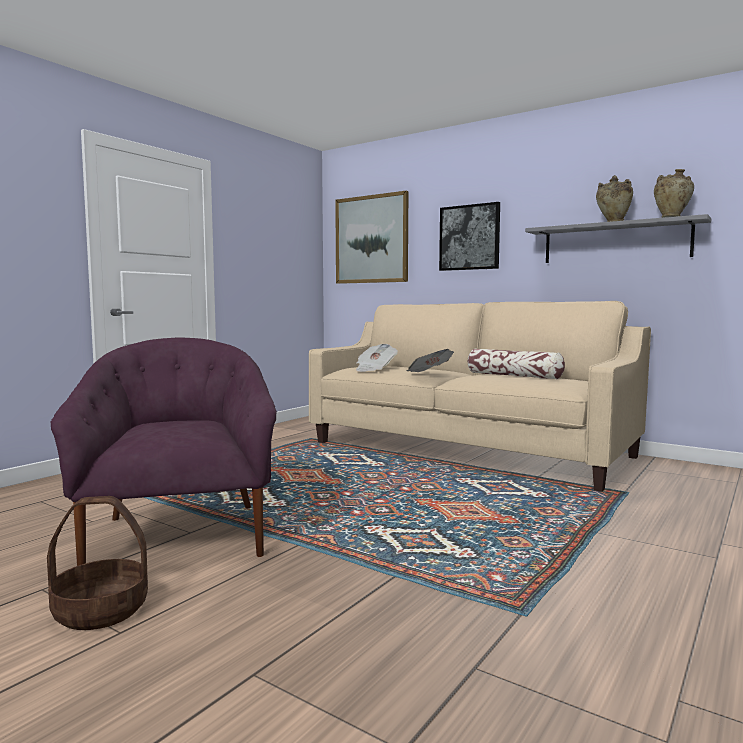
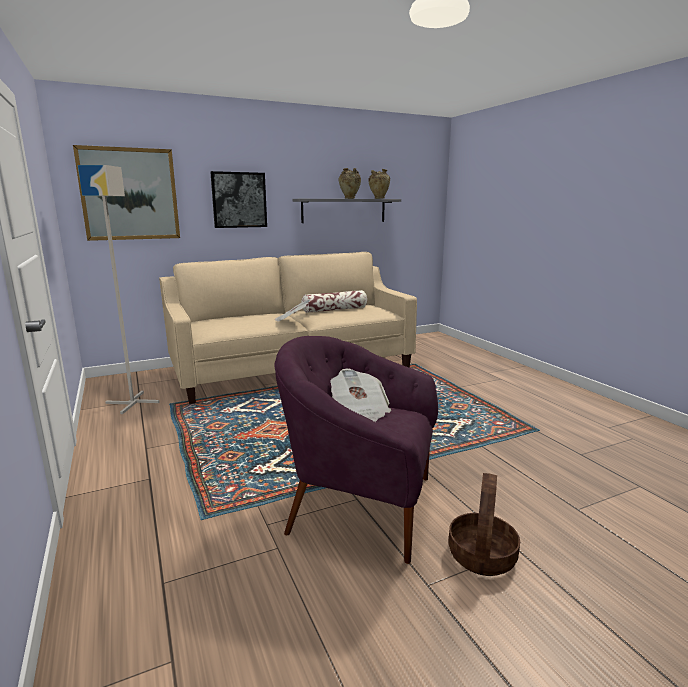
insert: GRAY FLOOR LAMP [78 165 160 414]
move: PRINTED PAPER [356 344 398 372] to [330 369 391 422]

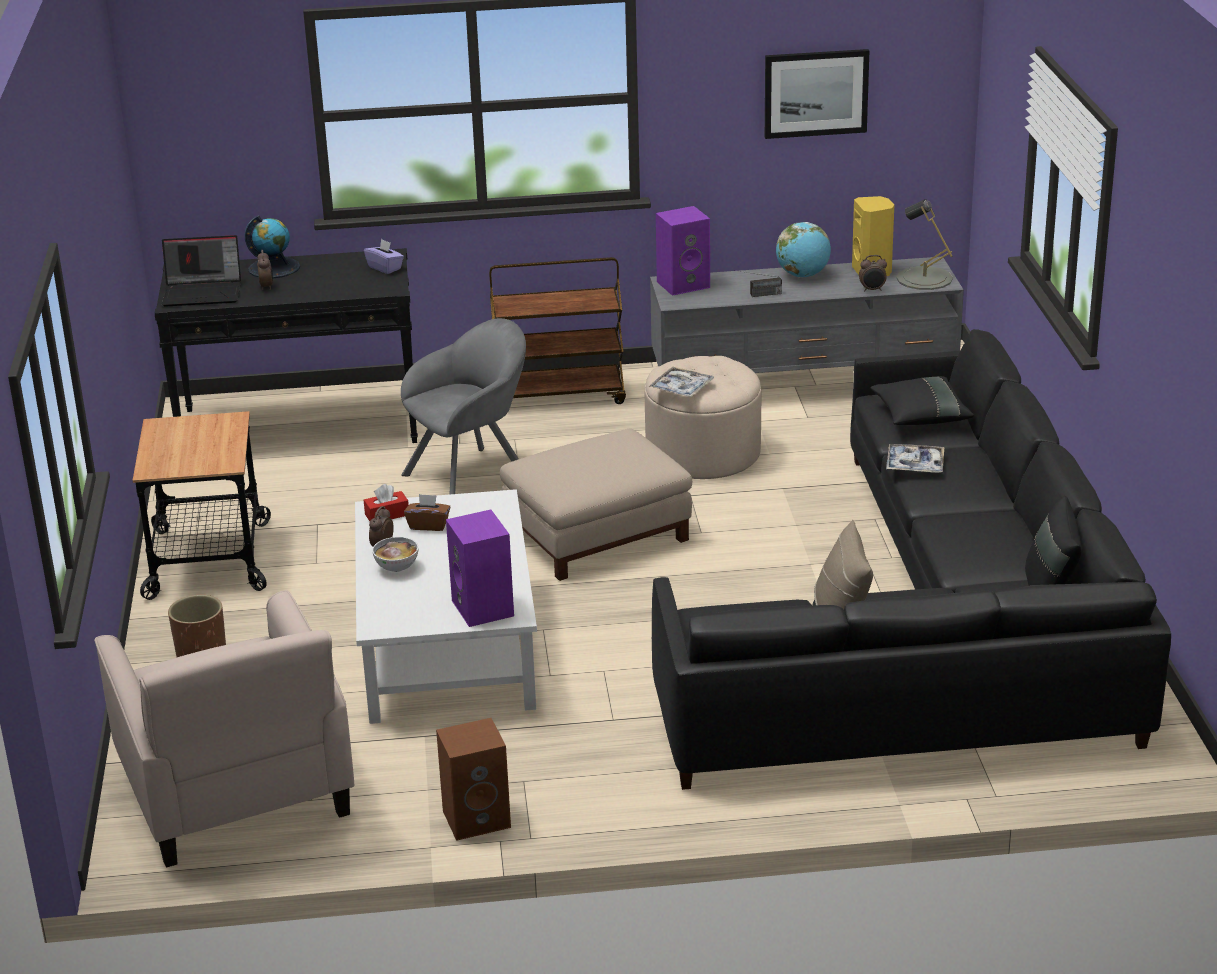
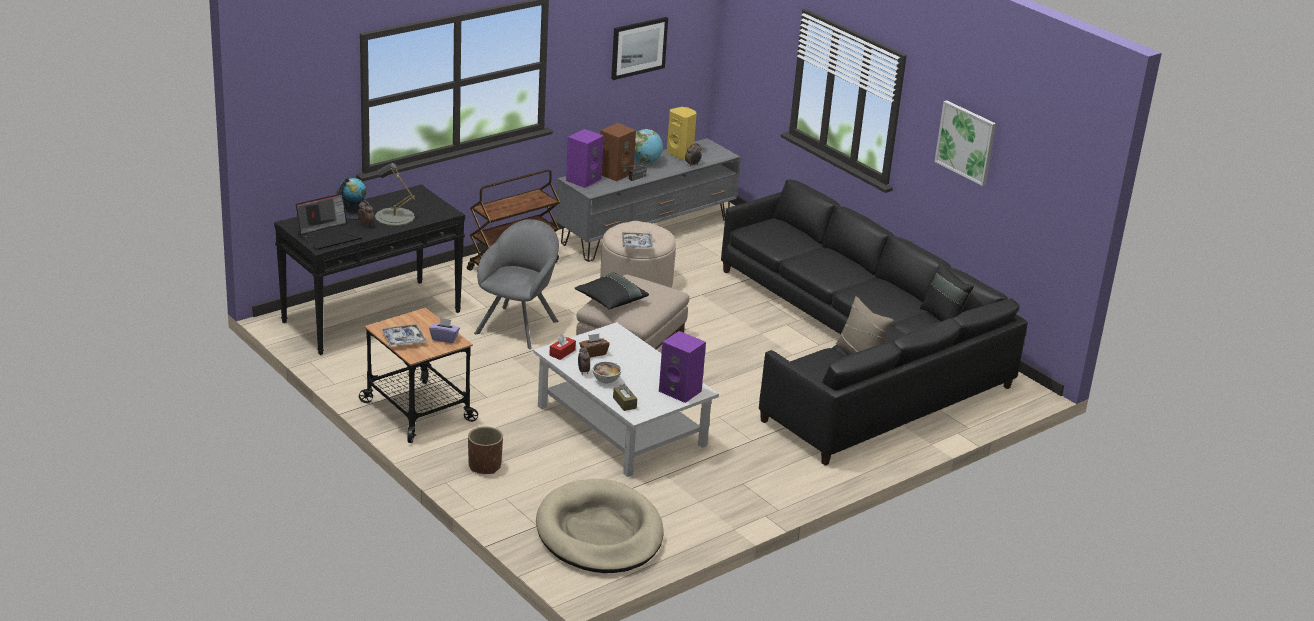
insert: BROWN-COLOURED TISSUE HOLDER [613 383 637 411]; WALL ART [934 100 996 186]
move: PURPLE TISSUE HOLDER [364 239 404 274] to [429 318 460 343]; BROWN-COLOURED AUDIO SPEAKER [436 718 511 841] to [600 123 636 181]; BLACK-COLOURED THROW PILLOW [870 376 974 425] to [575 273 649 310]; SERVING TRAY [886 444 944 473] to [381 324 427 347]; GRAY TABLETOP LAMP [896 199 953 290] to [375 163 415 226]
replace: BEIGE LOUNGE CHAIR [94 590 354 867] to BEIGE DOG CUSHION [536 479 664 573]

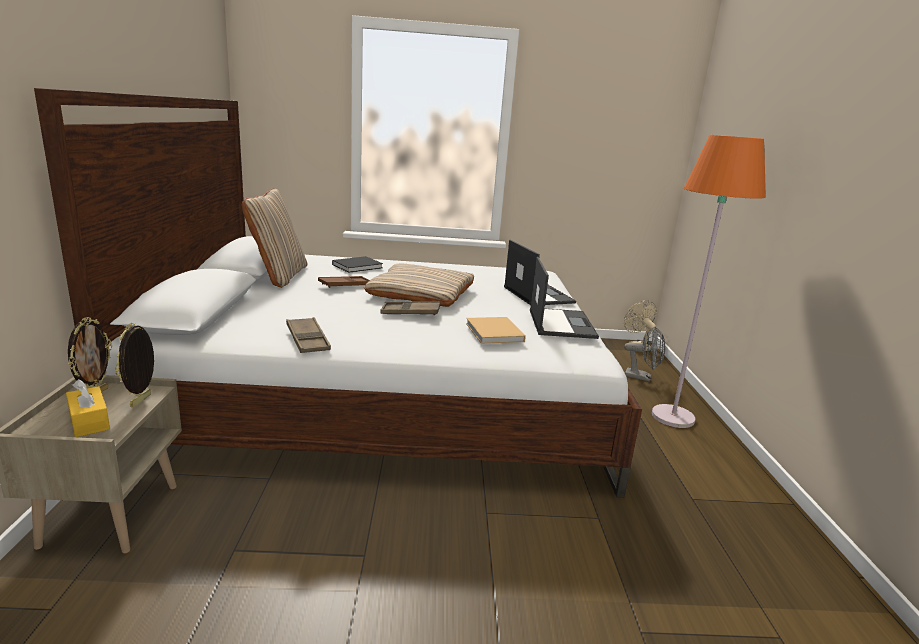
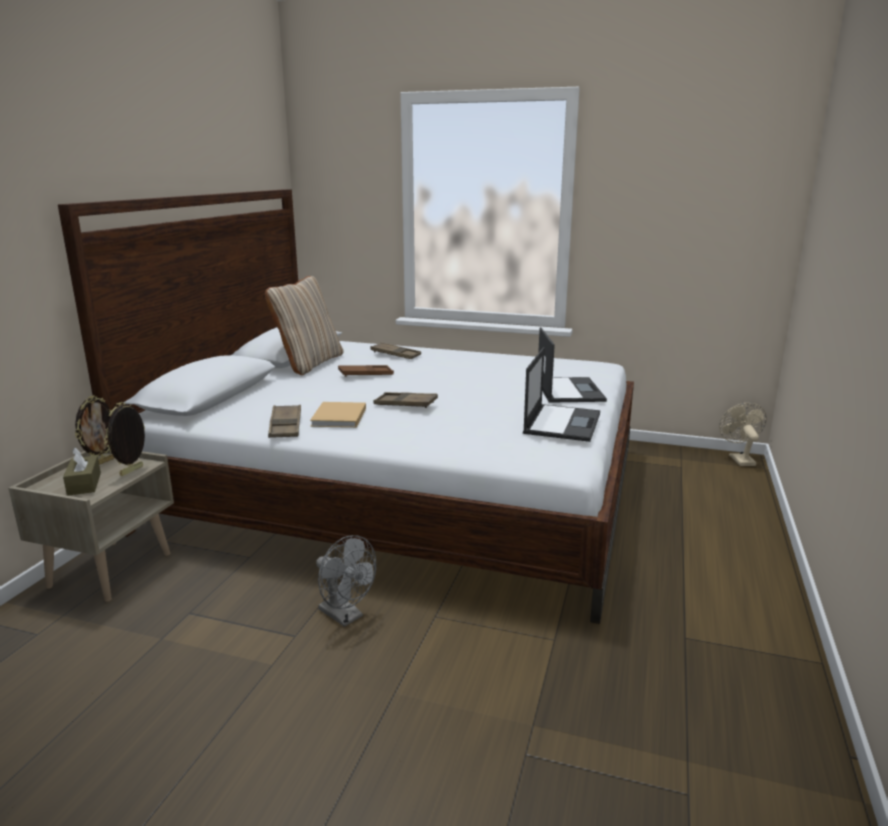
delete: BEIGE THROW PILLOW [364 264 474 307]; ORANGE FLOOR LAMP [652 135 766 428]
move: BEIGE VOLUME [466 317 526 344] to [310 402 366 428]; GRAY FAN [624 327 665 382] to [316 535 376 627]
replace: BLACK-COLOURED VOLUME [332 256 383 273] to BROWN-COLOURED SERVING TRAY [371 342 421 359]
recolor: YELLOW-COLOURED TISSUE HOLDER [66 379 110 437] to BROWN-COLOURED TISSUE HOLDER [63 448 101 496]

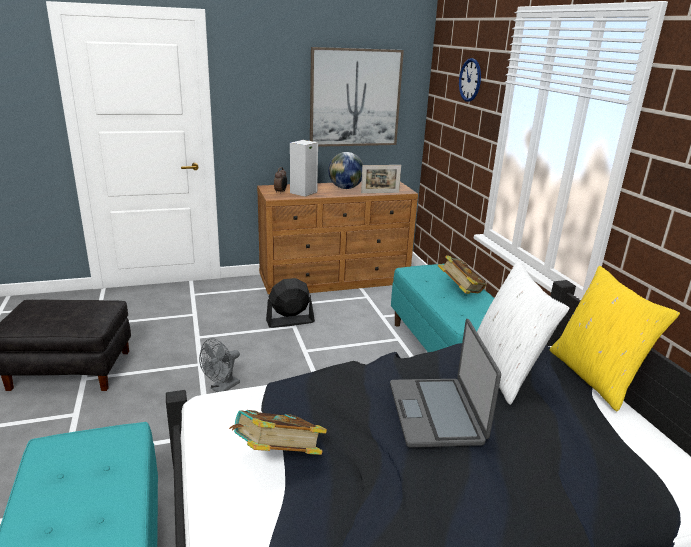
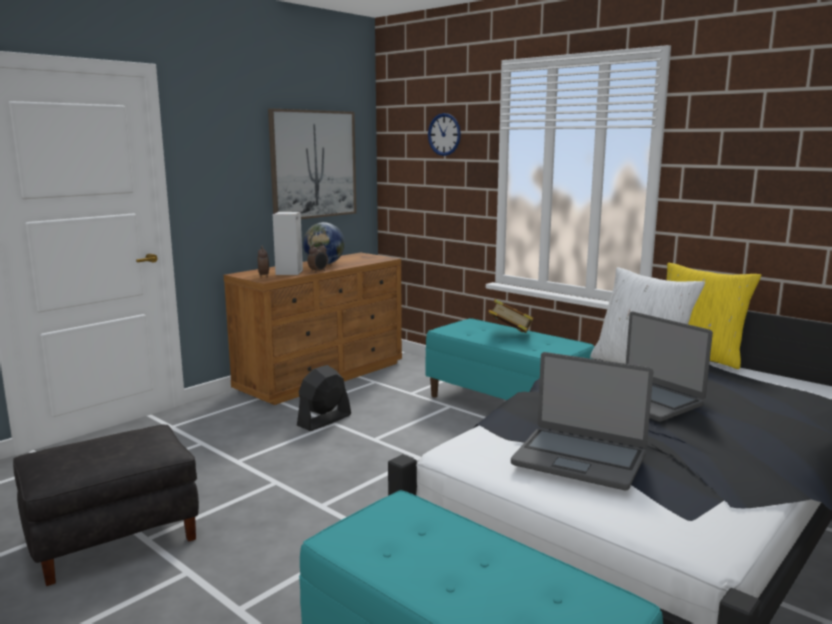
delete: GRAY FAN [199 338 240 392]; PICTURE FRAME [361 165 401 193]
insert: TABLE CLOCK [307 242 328 273]
replace: VOLUME [229 410 327 455] to LAPTOP [511 352 653 491]

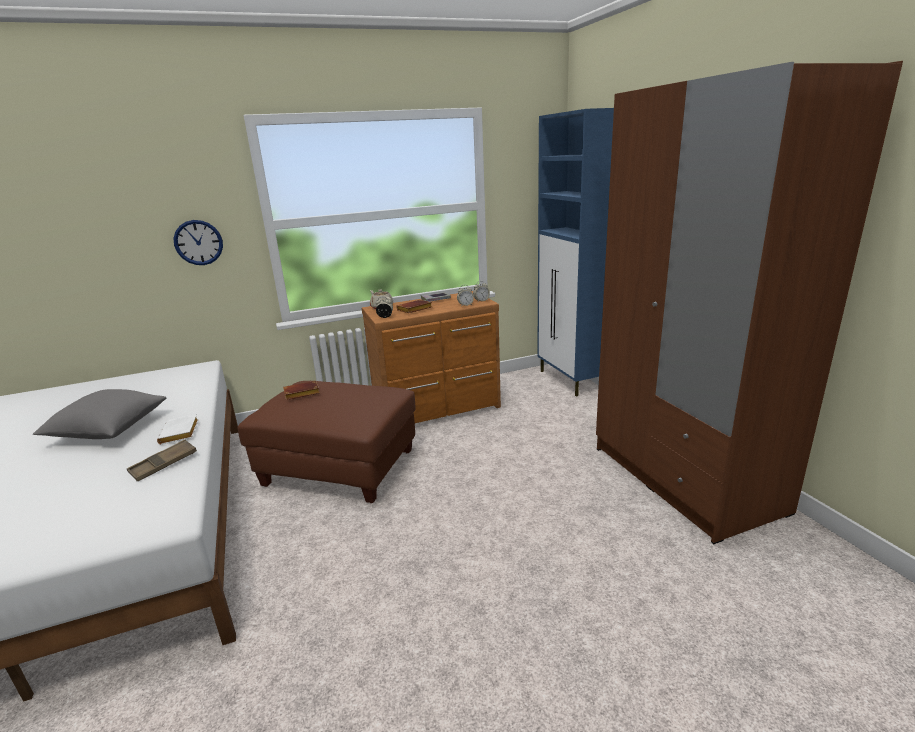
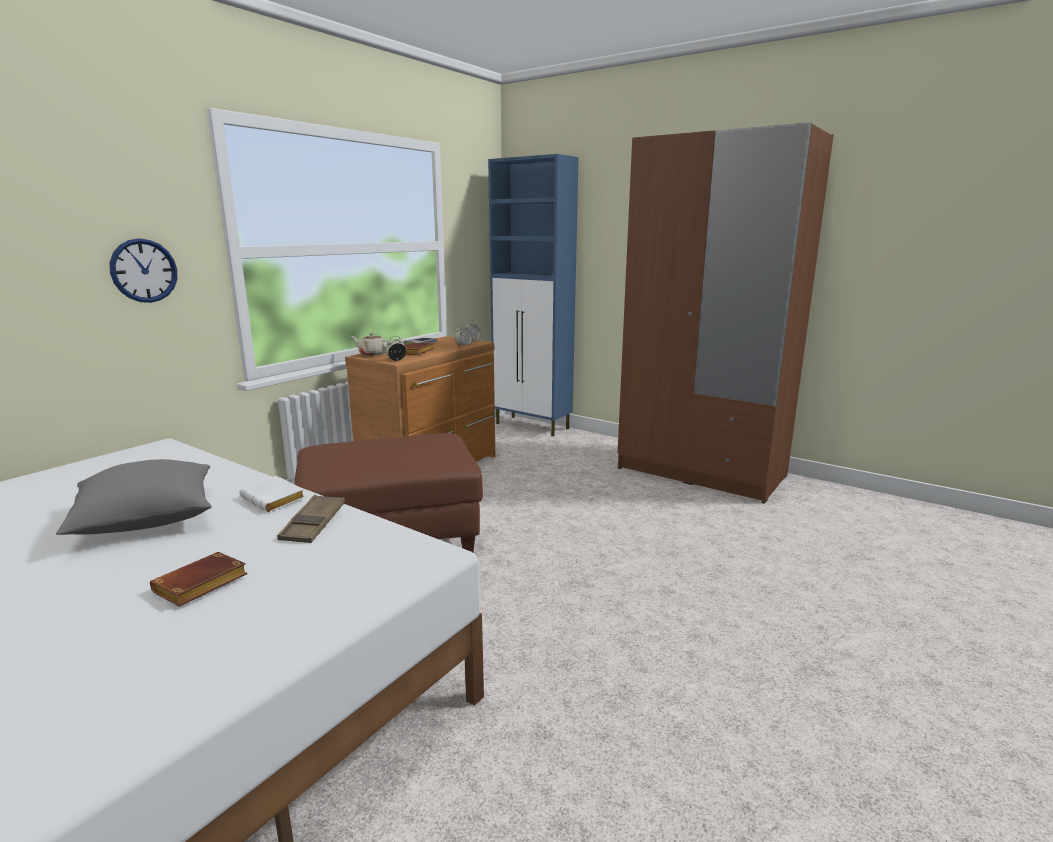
move: BROWN-COLOURED VOLUME [283 381 320 400] to [150 552 248 607]

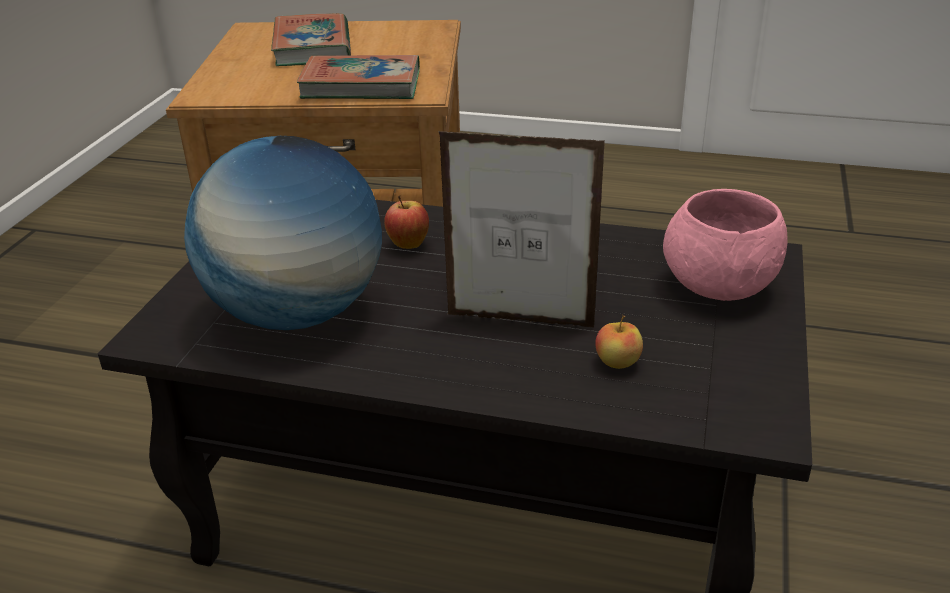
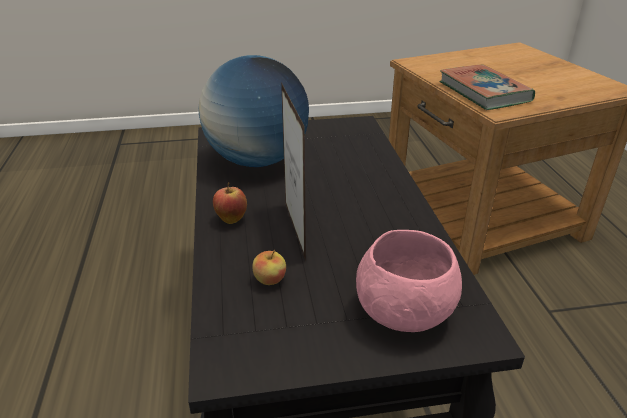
delete: VOLUME [271 13 351 66]
move: APPLE [384 195 429 249] to [213 182 247 224]

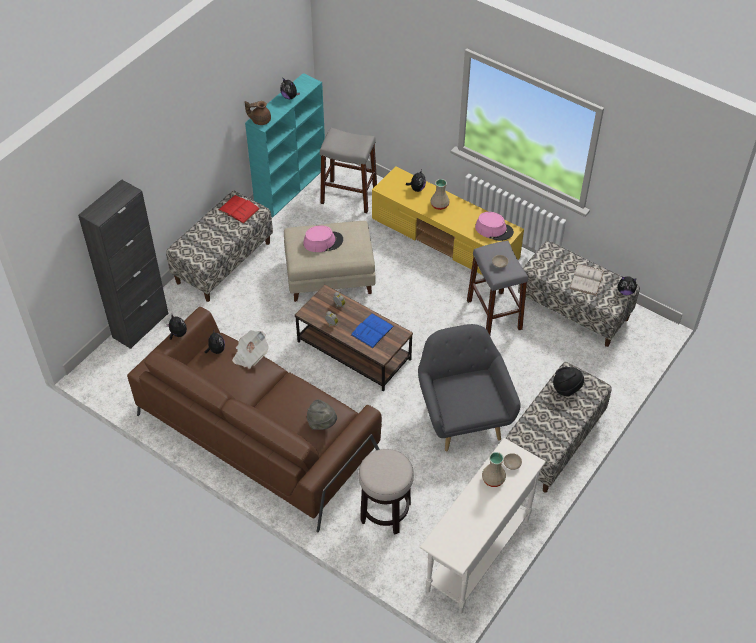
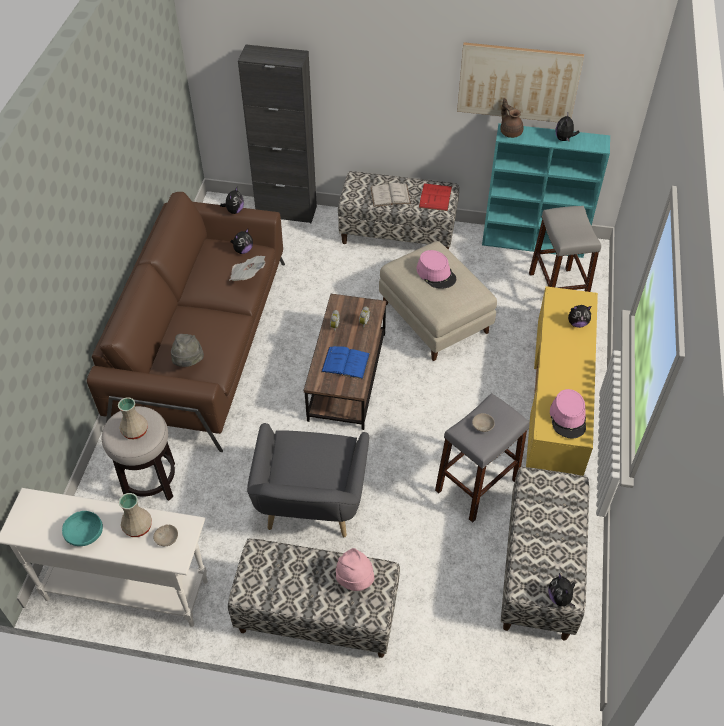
insert: TURQUOISE-COLOURED DEEP DISH [62 511 103 546]; WALL ART [457 42 584 122]
move: BEIGE VASE [430 179 450 210] to [118 397 148 439]; WHITE VOLUME [570 264 604 296] to [371 183 411 207]
recolor: BLACK-COLOURED HAT [553 367 584 397] to PINKISH HAT [336 548 375 591]
rotate: GRAY LOUNGE CHAIR [418 324 521 451] = [247 423 369 537] 135 degrees clockwise

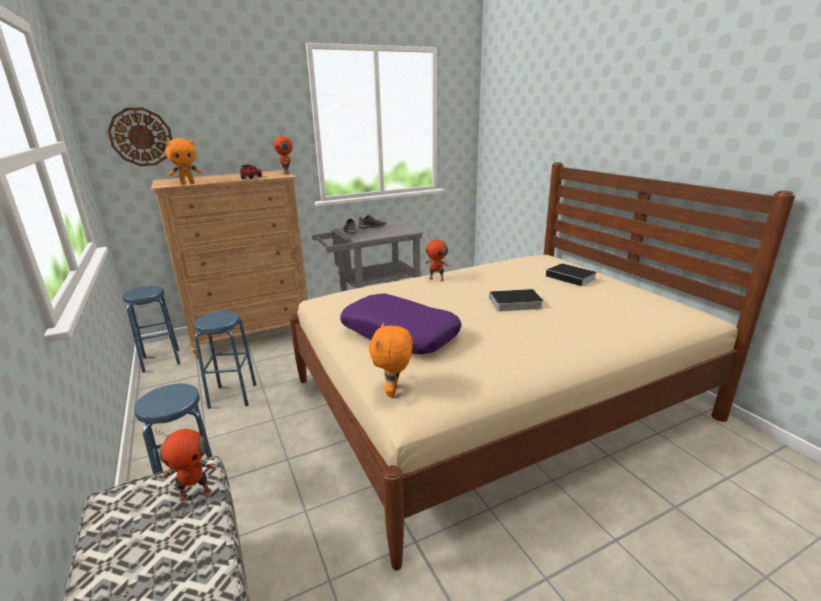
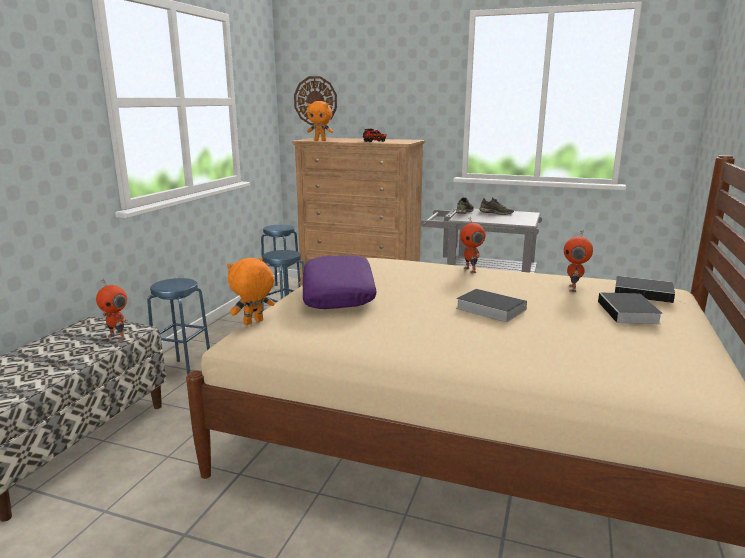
insert: VOLUME [615 276 683 303]
move: MODEL ROBOT [274 133 293 175] to [564 230 593 292]

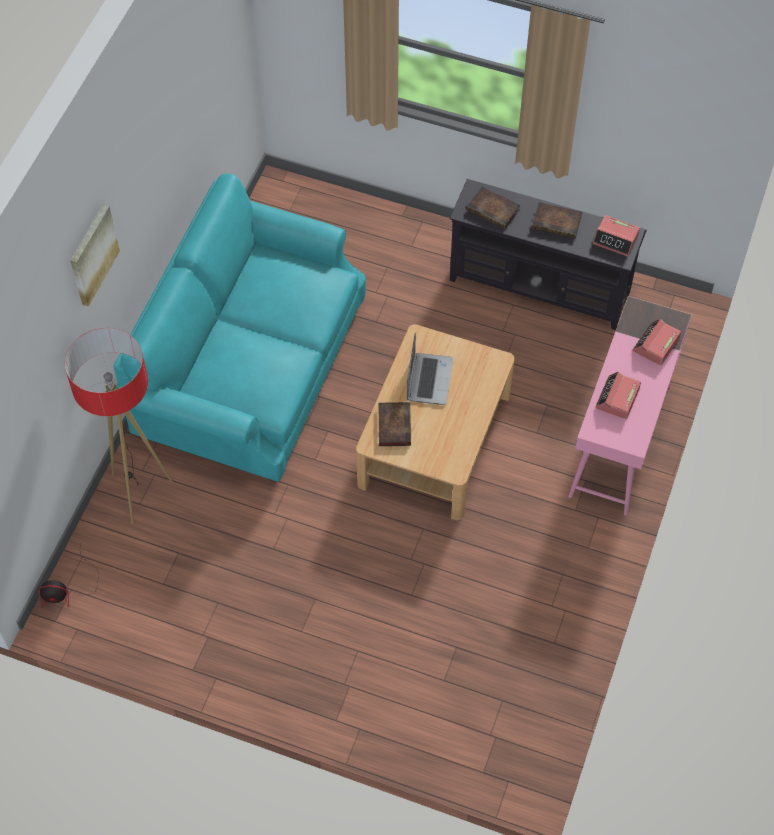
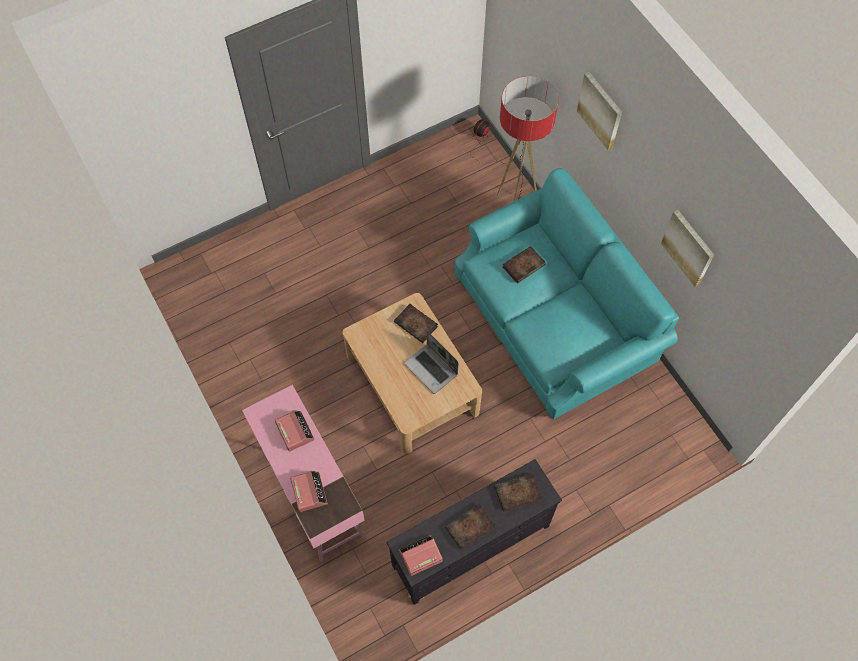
insert: VOLUME [503 246 546 283]; WALL ART [661 210 714 287]

